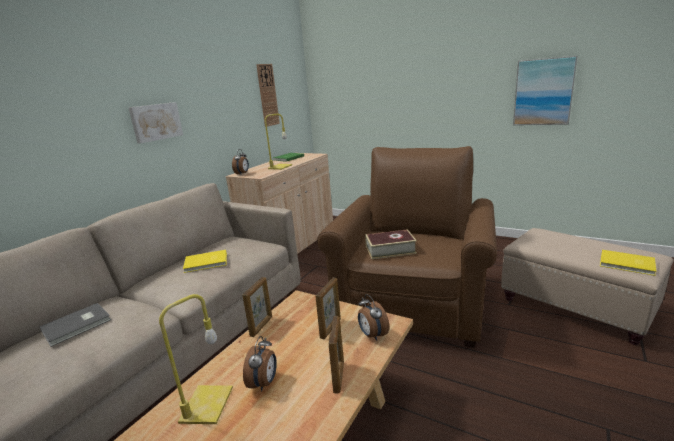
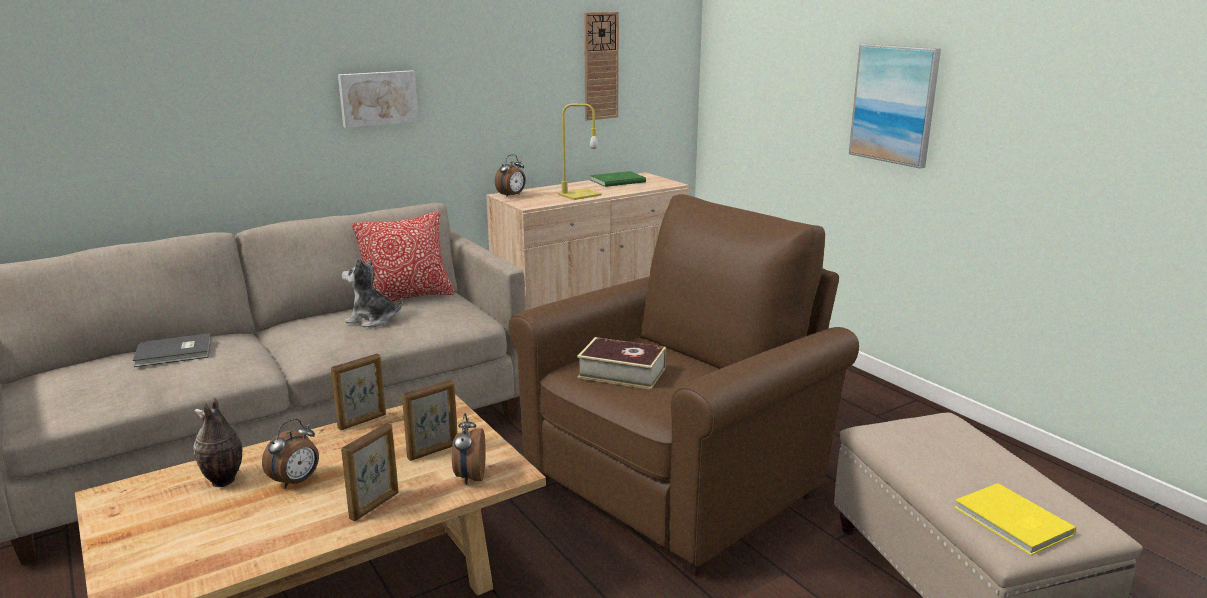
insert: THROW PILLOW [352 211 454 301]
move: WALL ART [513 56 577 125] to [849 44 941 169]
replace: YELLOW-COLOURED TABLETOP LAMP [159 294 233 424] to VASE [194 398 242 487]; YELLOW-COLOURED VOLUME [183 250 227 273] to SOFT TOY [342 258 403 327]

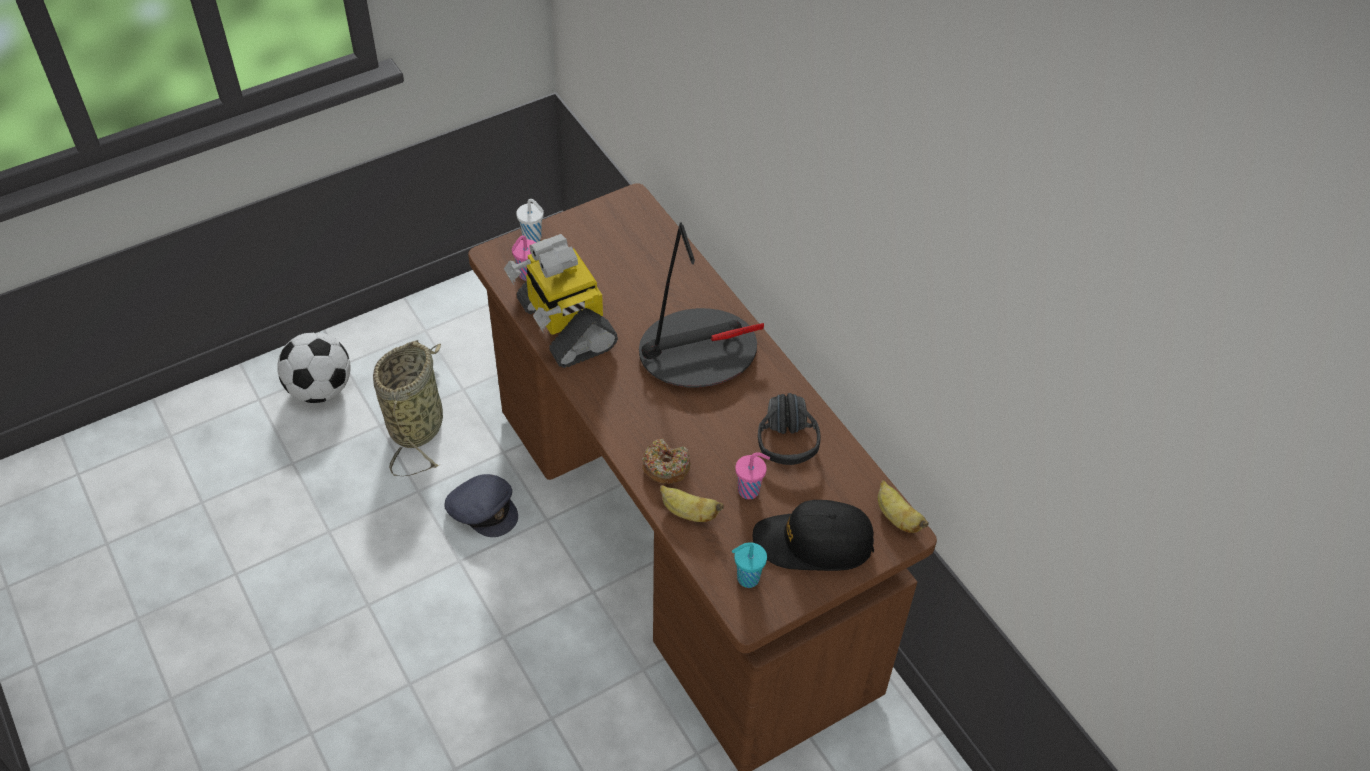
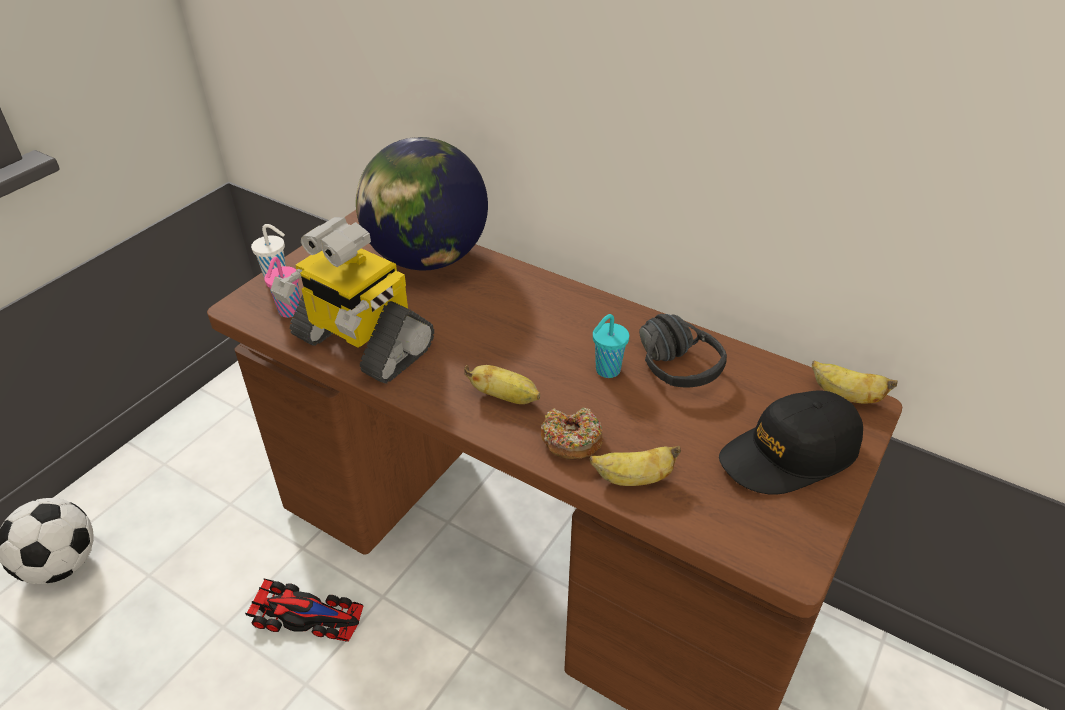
delete: BASKET [373 340 443 476]; TABLETOP LAMP [639 222 764 388]; PINKISH CUP [735 452 770 499]
insert: DESK GLOBE [356 137 488 271]; WHOLE BANANA [464 365 540 404]
move: TURQUOISE-COLOURED CUP [732 542 767 588] to [593 314 629 378]
replace: GRAY PEAKED CAP [444 474 518 537] to TOY CAR [245 578 364 642]

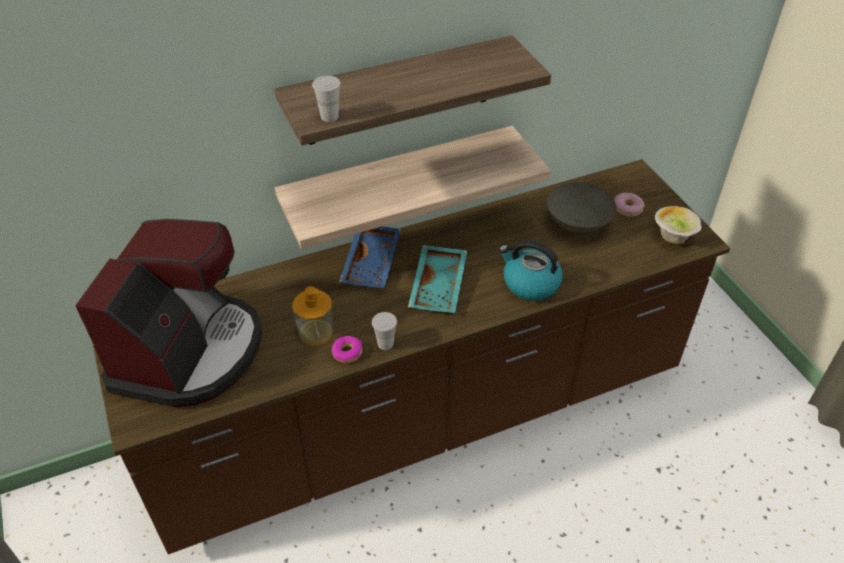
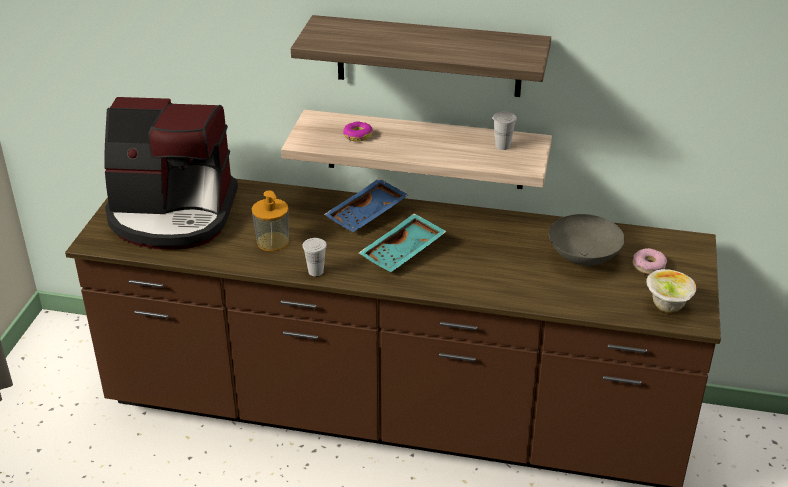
delete: WATER KETTLE [499 240 563 301]
move: WHITE CUP [312 76 341 122] to [493 112 517 150]; RING DOUGHNUT [332 336 362 363] to [343 121 373 142]
rotate: COFFEE MACHINE [75 219 262 407] = [104 97 238 250] 45 degrees clockwise

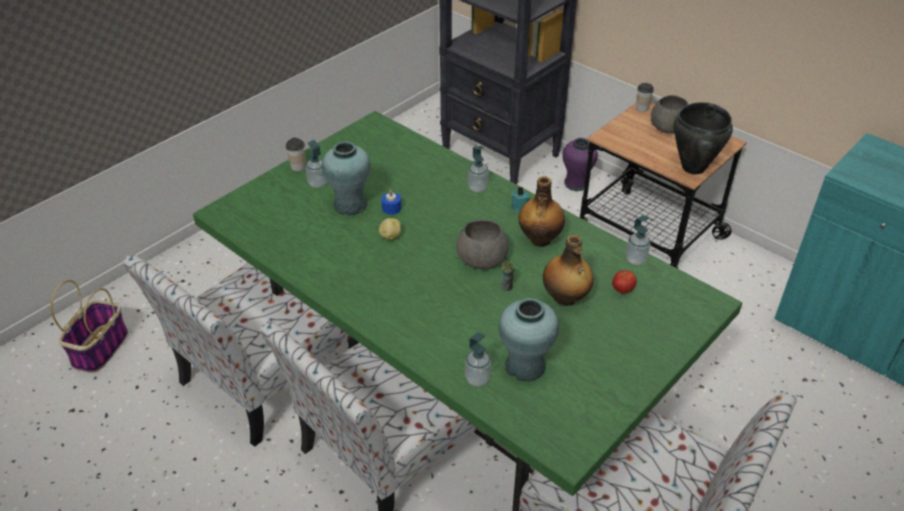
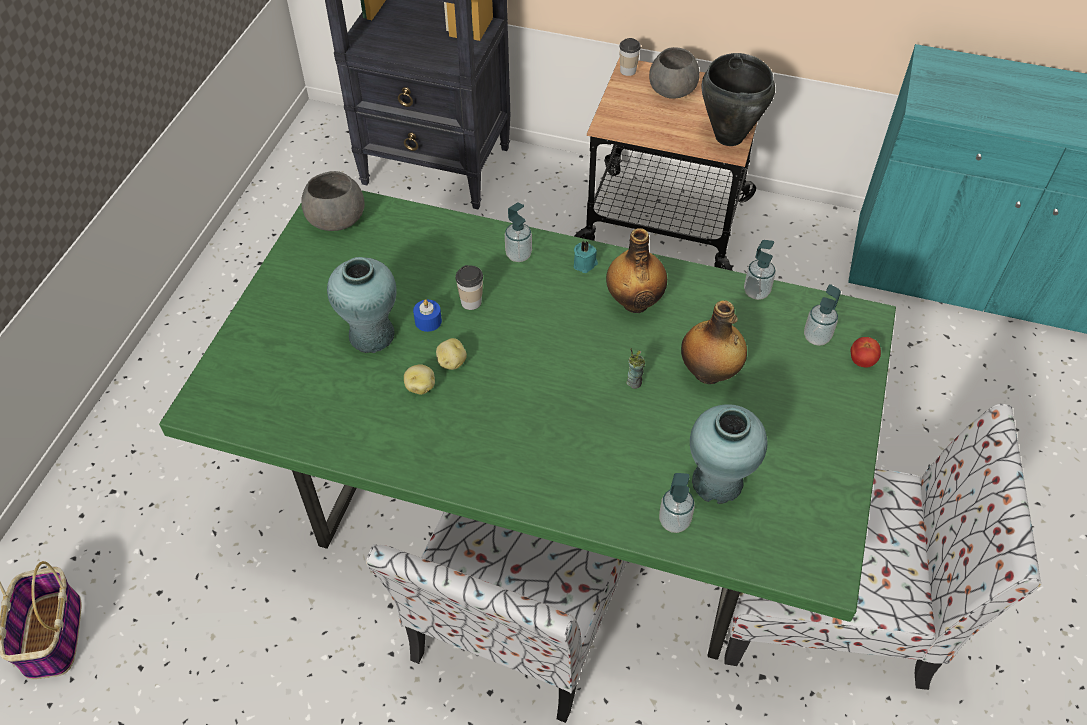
delete: PLAIN CHAIR [123 254 359 447]; PURPLE VASE [562 138 598 191]
insert: WHOLE POTATO [404 364 435 395]
move: CUP [285 138 305 171] to [456 265 483 310]; LIQUID SOAP BOTTLE [306 140 327 188] to [804 284 841 346]; GRAY DEEP DISH [456 220 509 269] to [301 171 365 231]; TOMATO [612 270 636 293] to [851 337 881 367]

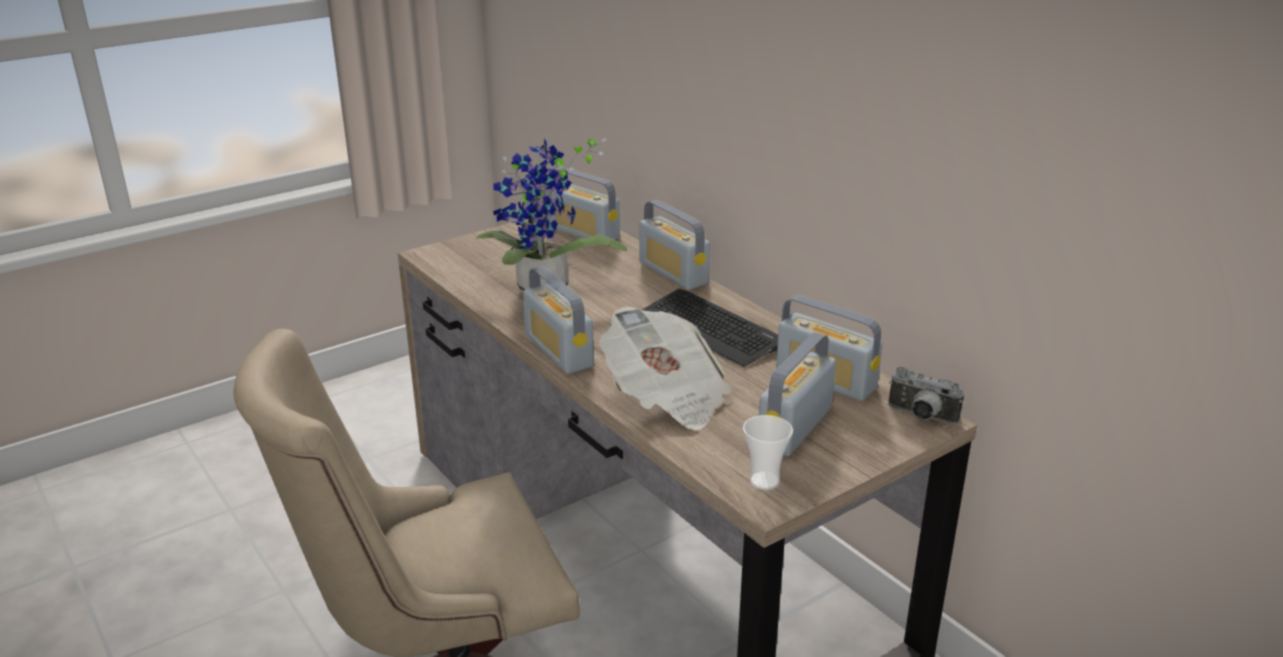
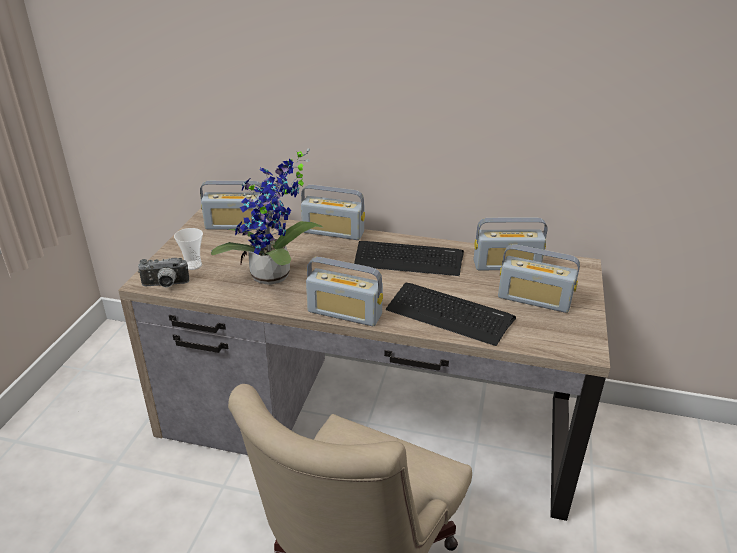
move: CUP [743 415 793 490] to [174 228 203 270]; STILL CAMERA [888 367 964 424] to [138 258 189 288]
replace: PRINTED PAPER [600 306 732 430] to COMPUTER KEYBOARD [386 282 516 346]
rotate: RADIO SET [759 332 836 456] = [498 244 580 313] 60 degrees counterclockwise

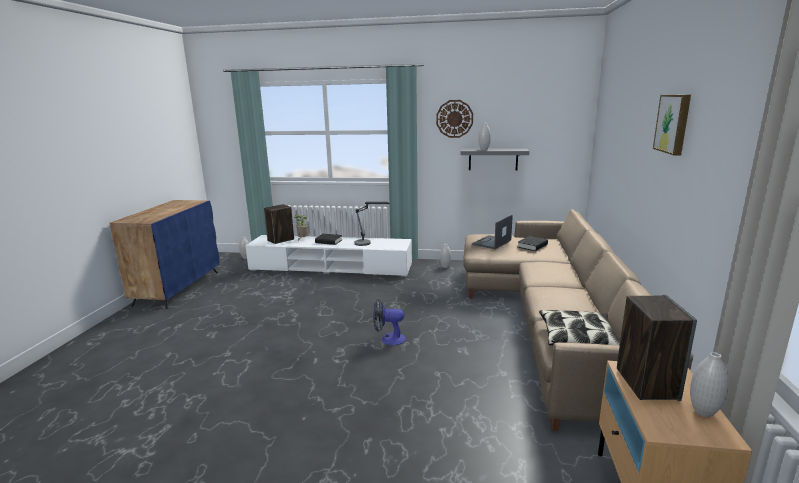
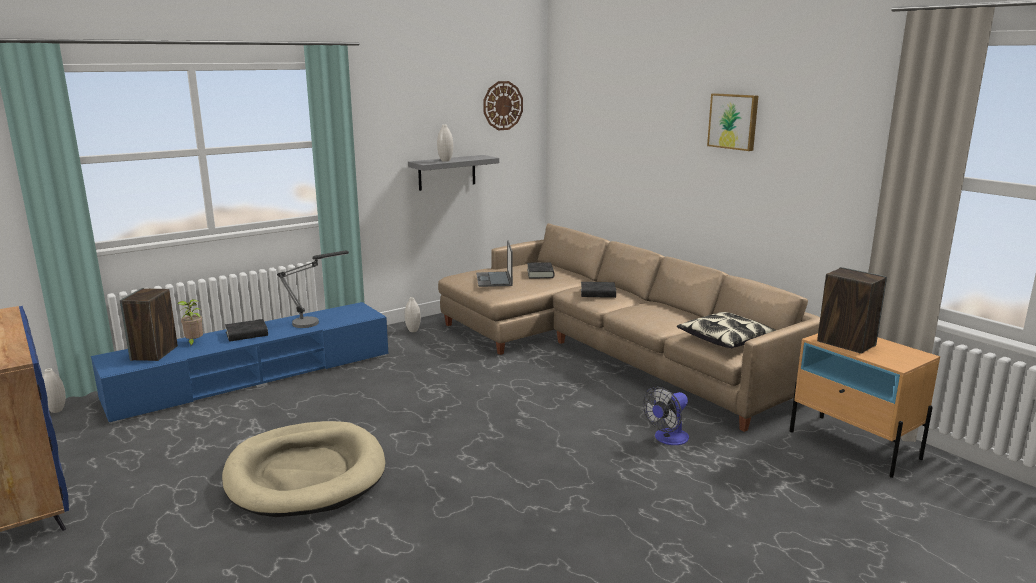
delete: WHITE VASE [690 352 729 417]
insert: BEIGE DOG CUSHION [222 421 385 517]; BLACK-COLOURED VOLUME [581 282 616 298]
move: FAN [373 299 406 345] to [643 387 689 445]; HANGING CLOCK [436 100 473 138] to [483 81 523 130]
recolor: WHITE TV UNIT [246 235 412 277] to BLUISH TV UNIT [91 302 388 424]

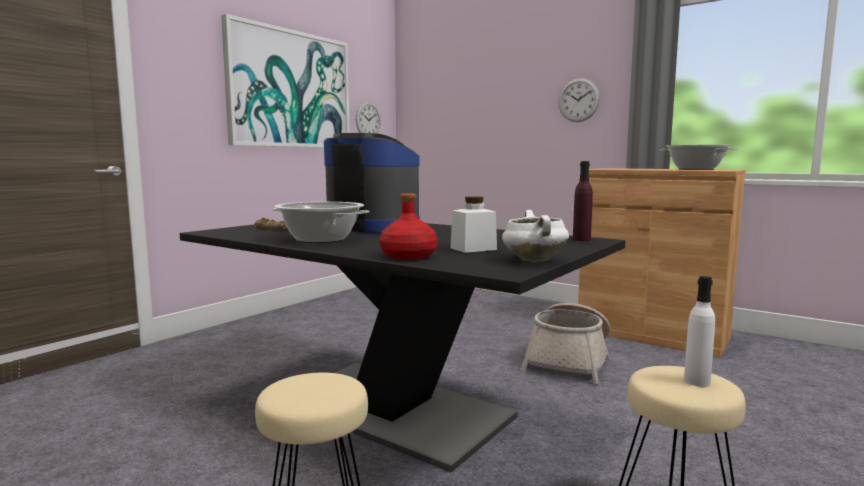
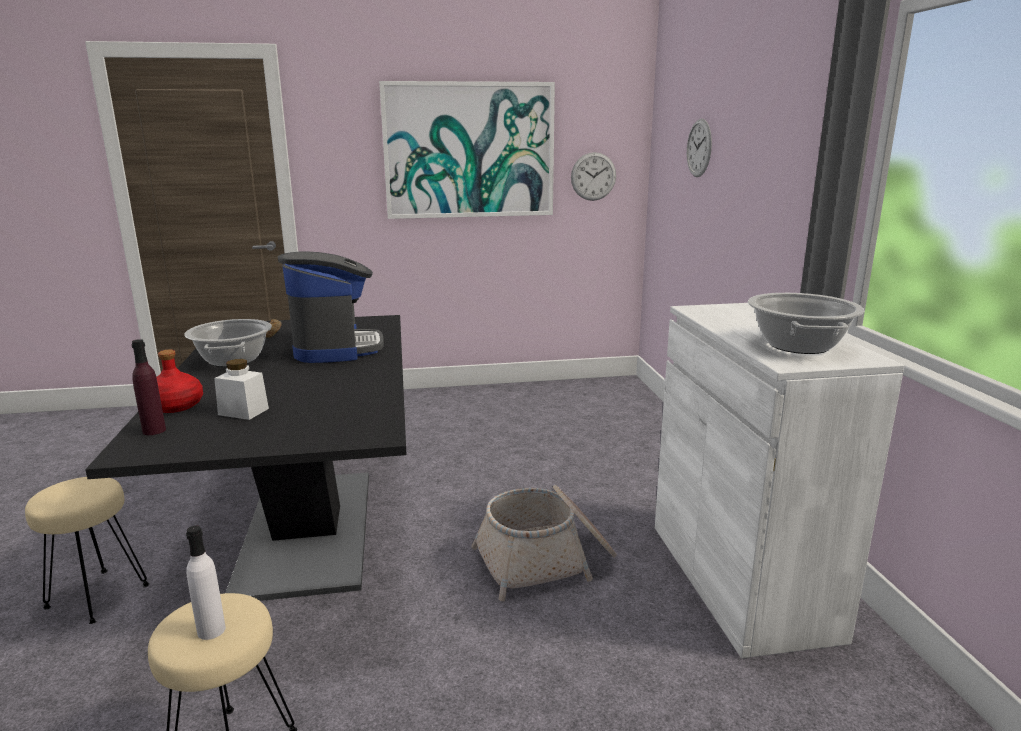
delete: WHITE COOKING POT [502 210 569 262]
move: HANGING CLOCK [558 78 600 122] to [687 119 712 177]; PURPLE BOTTLE [573 161 593 241] to [131 339 166 435]
recolor: BROWN-COLOURED CUPBOARD [578 168 745 358] to WHITE CUPBOARD [655 303 905 658]

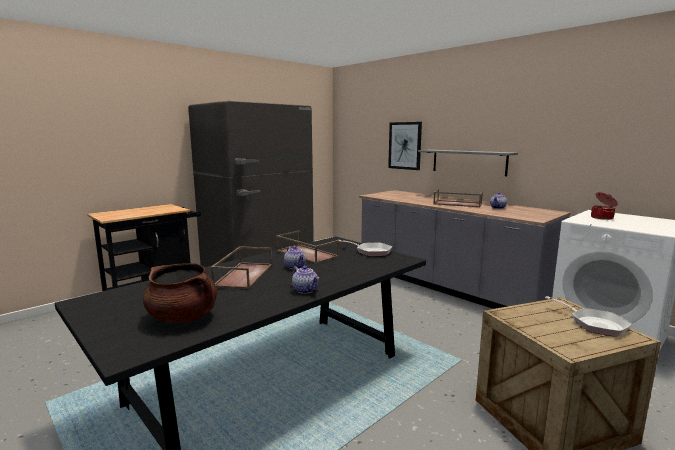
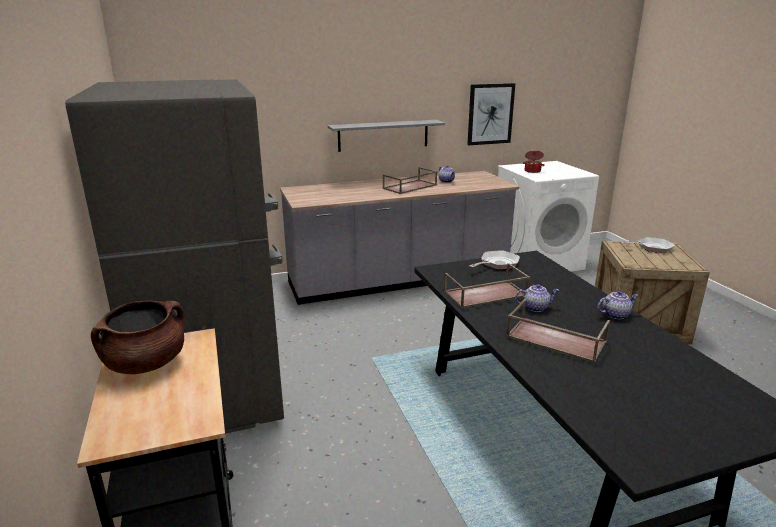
move: BROWN-COLOURED COOKING POT [143 263 217 323] to [91 301 184 374]; WALL ART [388 122 422 170] to [467 83 515 145]

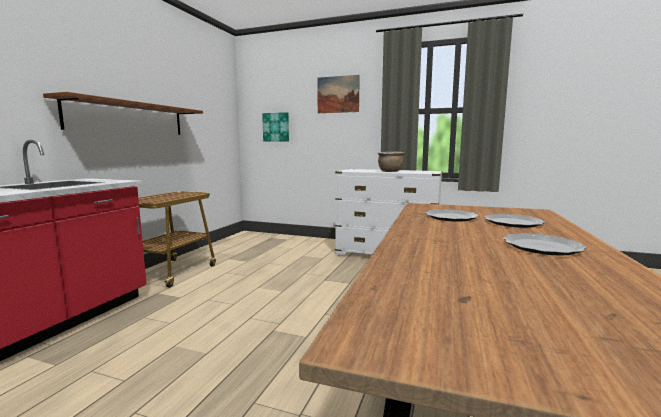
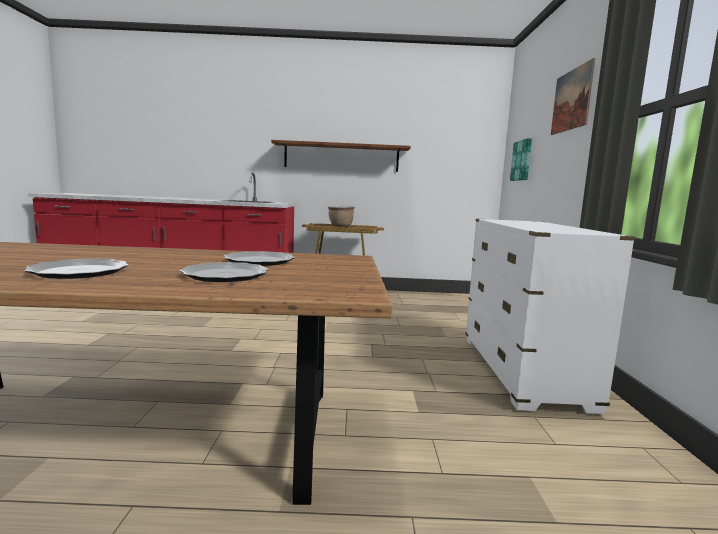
move: BROWN-COLOURED COOKING POT [378 151 405 172] to [328 206 355 227]

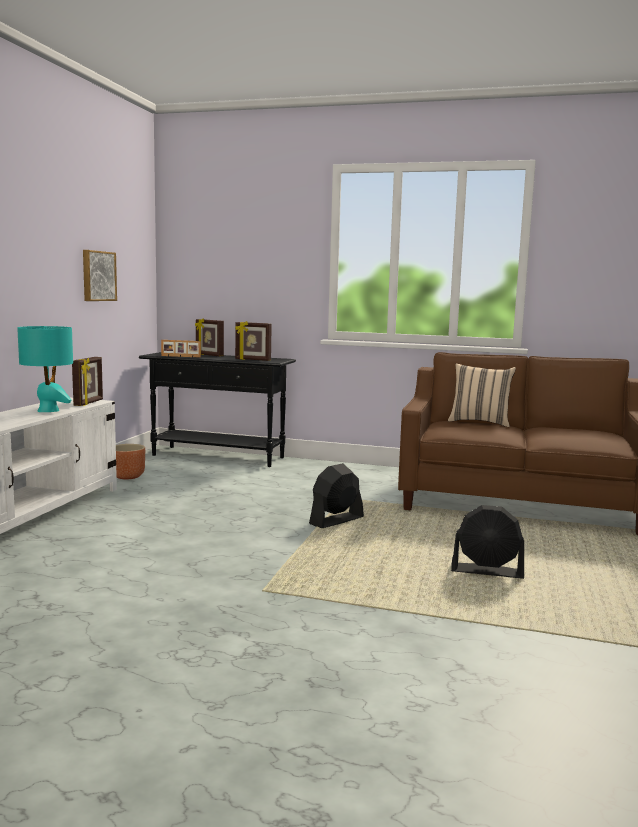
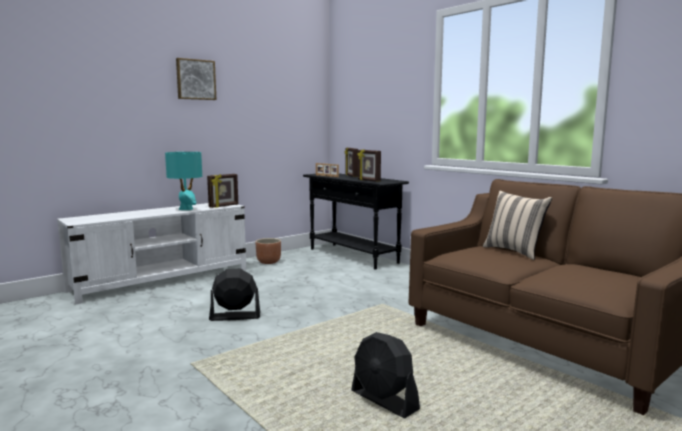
move: WALL ART [83 250 117 301] to [176 58 216 100]; BLACK-COLOURED FAN [309 463 364 528] to [209 269 260 321]

